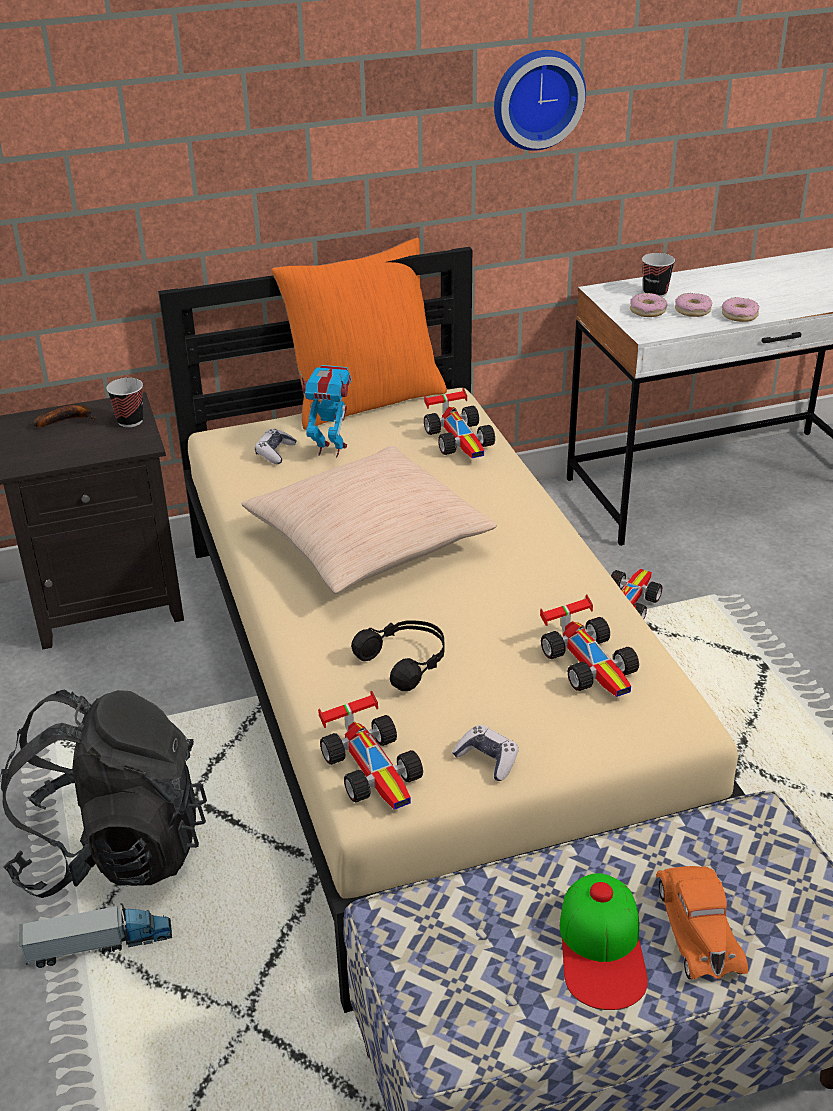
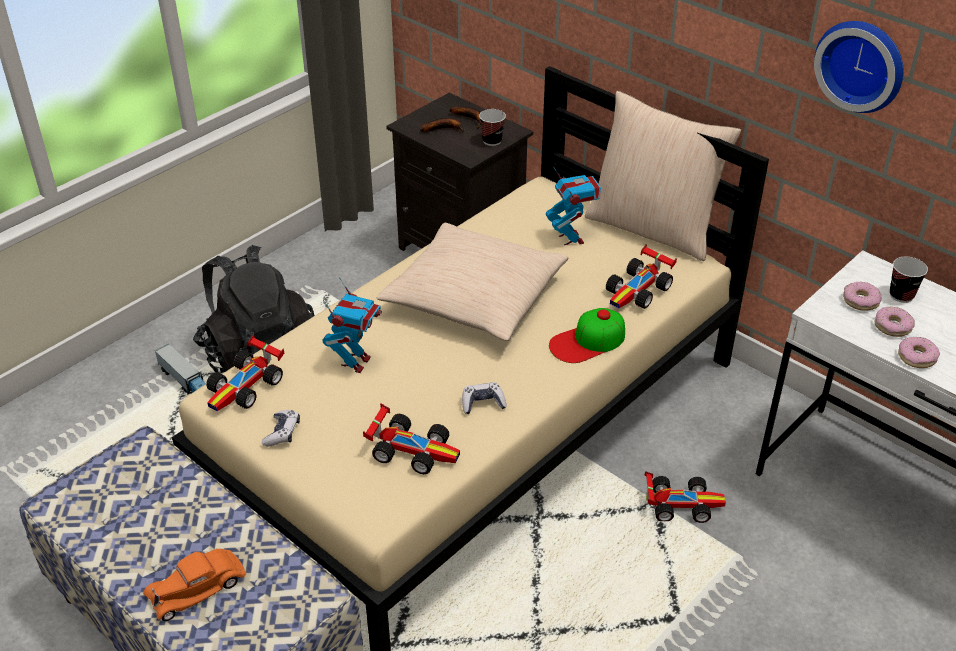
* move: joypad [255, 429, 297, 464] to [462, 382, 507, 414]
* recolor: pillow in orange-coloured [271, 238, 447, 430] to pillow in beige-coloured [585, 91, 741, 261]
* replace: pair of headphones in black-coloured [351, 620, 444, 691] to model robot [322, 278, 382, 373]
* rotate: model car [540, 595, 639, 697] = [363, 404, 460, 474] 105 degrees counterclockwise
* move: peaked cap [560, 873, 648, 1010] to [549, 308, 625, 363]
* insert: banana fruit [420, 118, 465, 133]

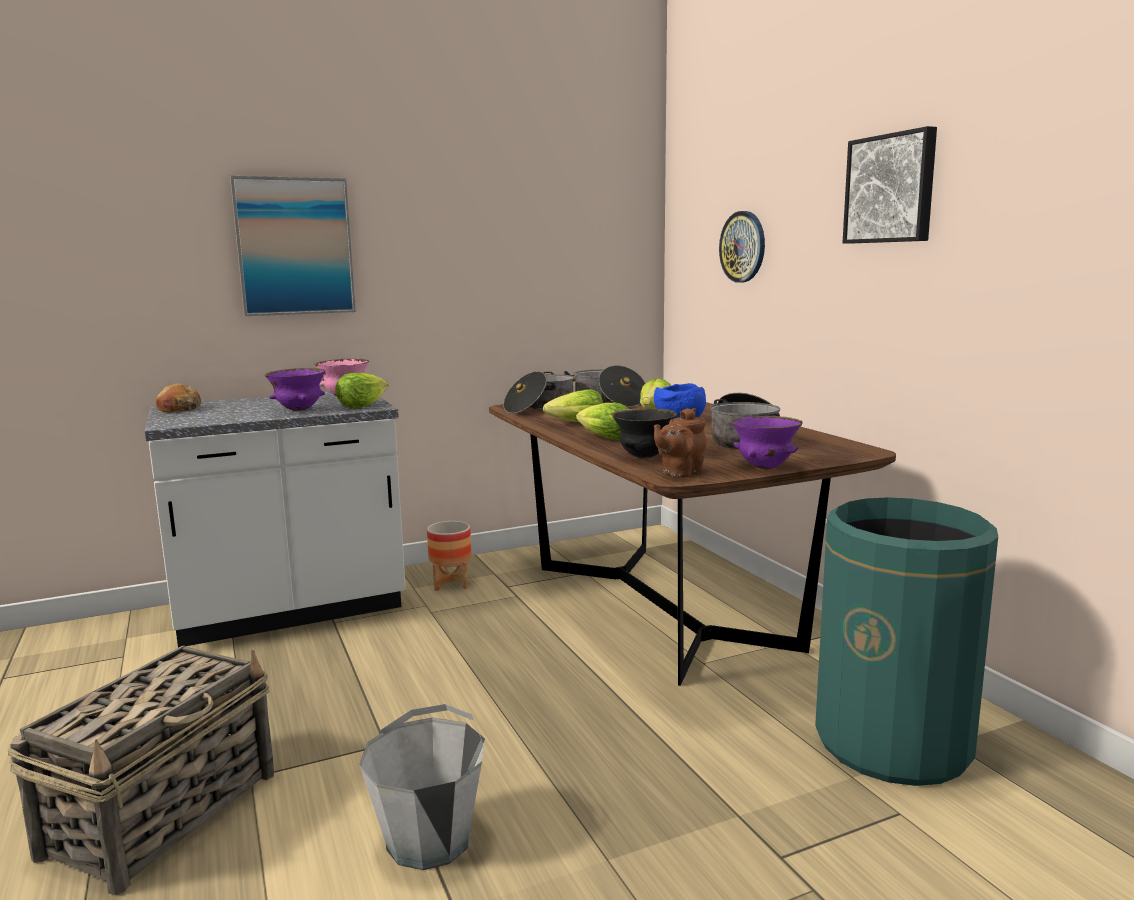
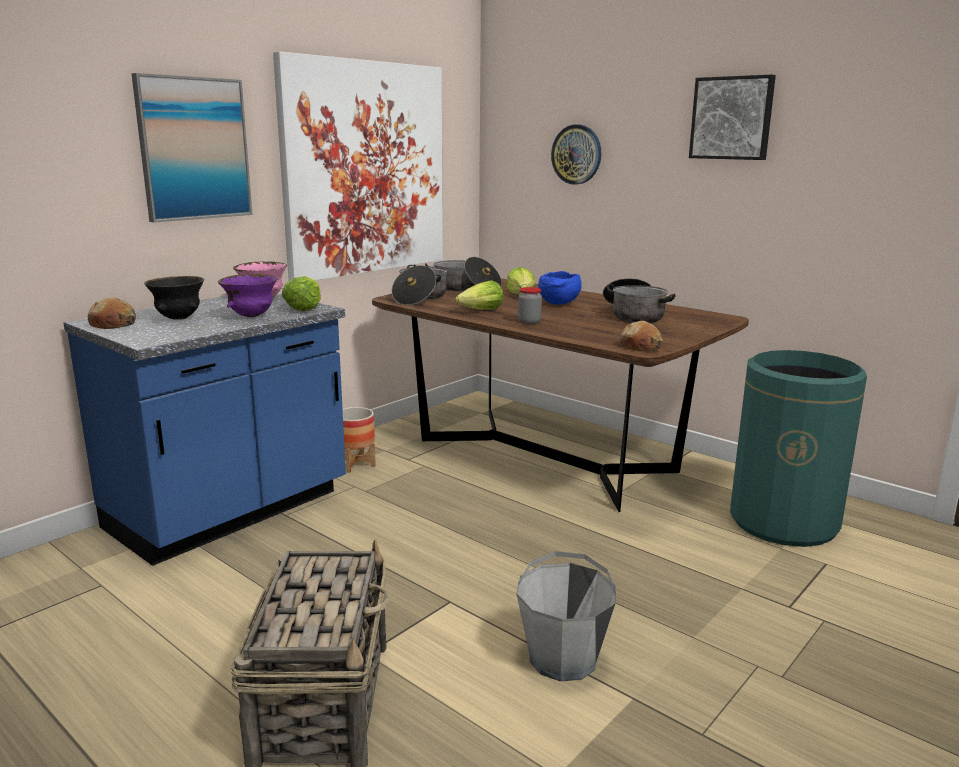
* recolor: kitchen counter in white [145, 392, 406, 648] to kitchen counter in blue [63, 294, 346, 566]
* replace: head of lettuce [576, 403, 629, 440] to storage jar [518, 287, 542, 324]
* move: deep dish in black-coloured [612, 408, 677, 459] to [144, 276, 204, 320]
* replace: pot for tea in brownish [654, 408, 707, 478] to baked bread [619, 321, 663, 351]
* delete: deep dish in purple-coloured [731, 416, 803, 469]
* insert: wall art [273, 51, 443, 281]

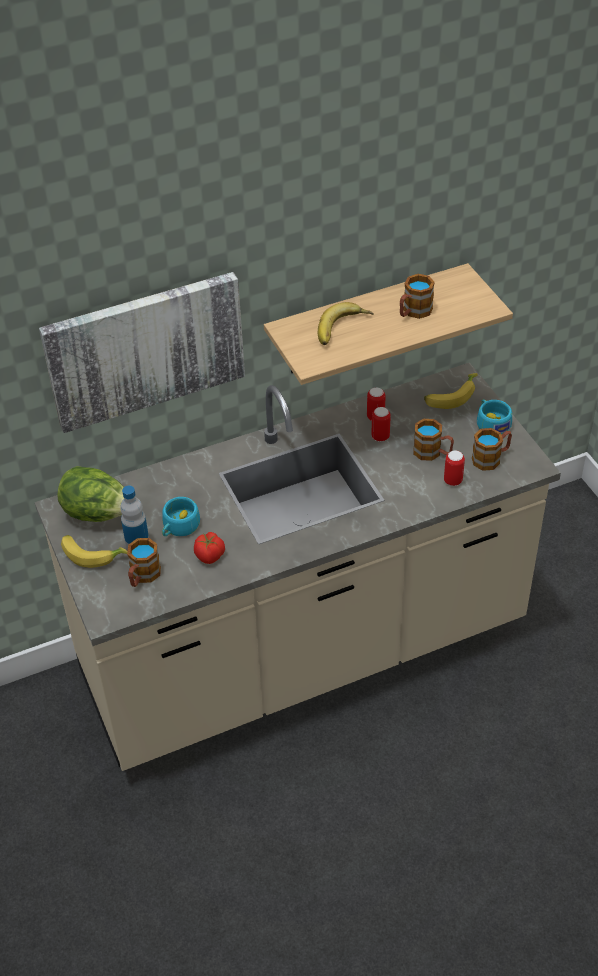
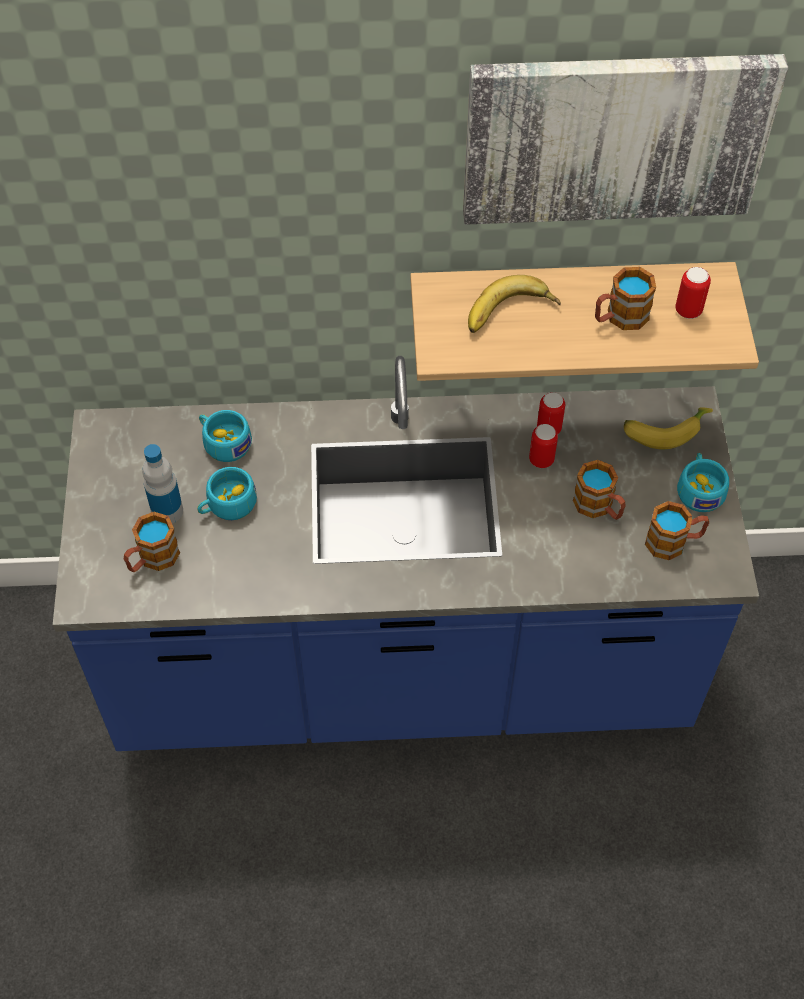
* recolor: kitchen counter in beige-coloured [35, 362, 561, 771] to kitchen counter in blue [53, 356, 759, 751]
* move: wall art [39, 272, 245, 433] to [463, 54, 789, 225]
* delete: head of lettuce [57, 466, 124, 522]
* delete: banana fruit [61, 535, 128, 568]
* delete: whole tomato [194, 532, 225, 564]
* move: sealed can [444, 450, 465, 486] to [675, 267, 711, 319]
* insert: small cup in blue-green [199, 410, 252, 462]

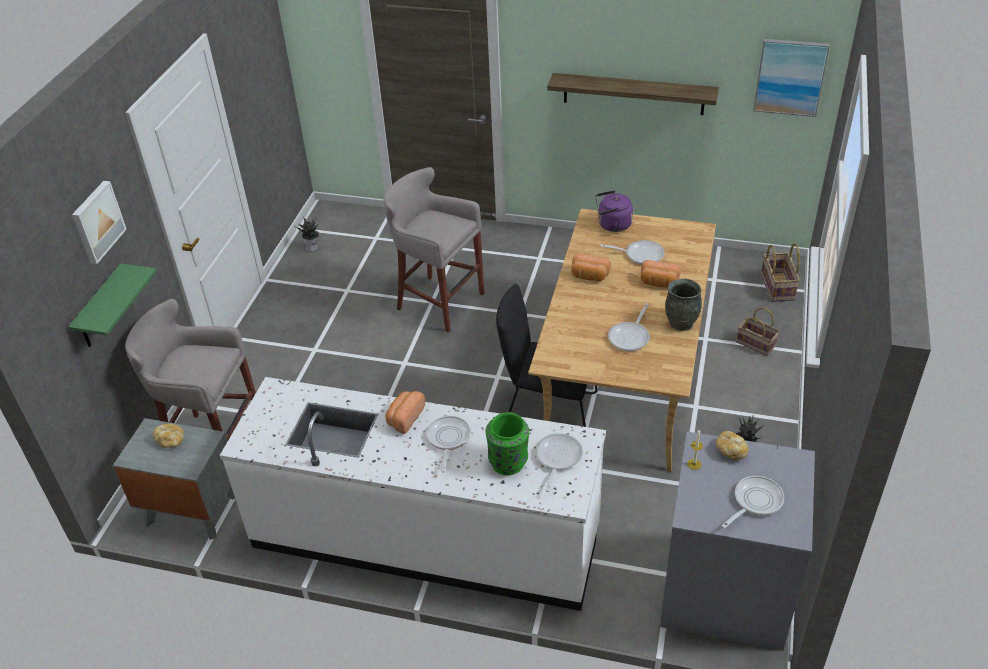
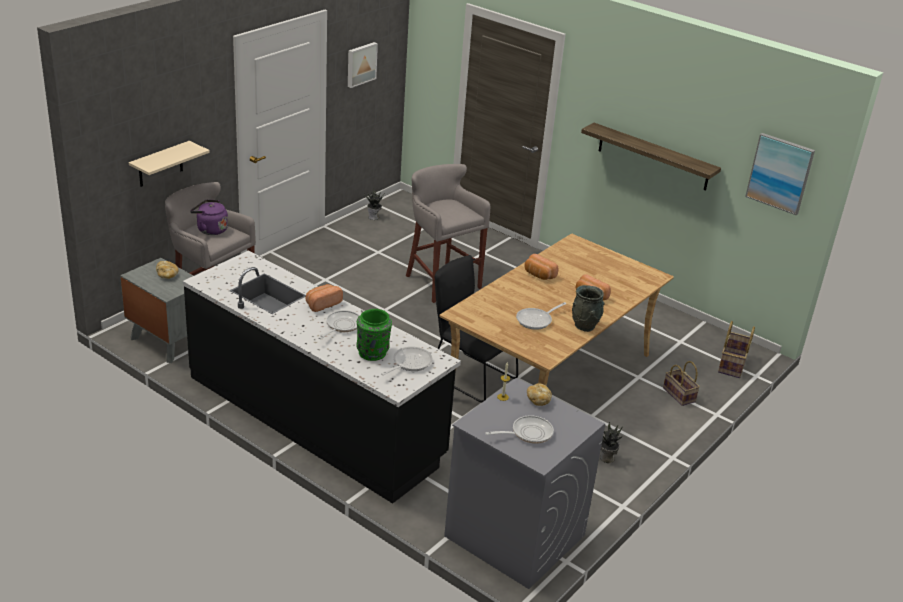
* recolor: bracket shelf in green-coloured [68, 263, 157, 347] to bracket shelf in beige-coloured [129, 141, 210, 187]
* move: wall art [72, 181, 127, 264] to [348, 42, 378, 88]
* recolor: kitchen counter in white [220, 377, 606, 611] to kitchen counter in black-coloured [183, 250, 461, 504]
* move: tea kettle in purple-coloured [595, 190, 633, 232] to [190, 200, 228, 235]
* delete: frying pan [601, 240, 664, 265]

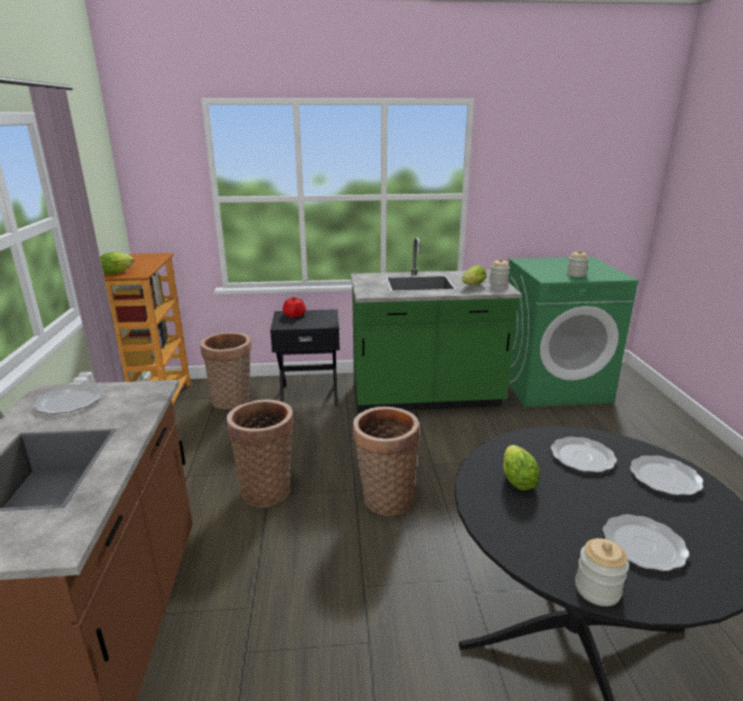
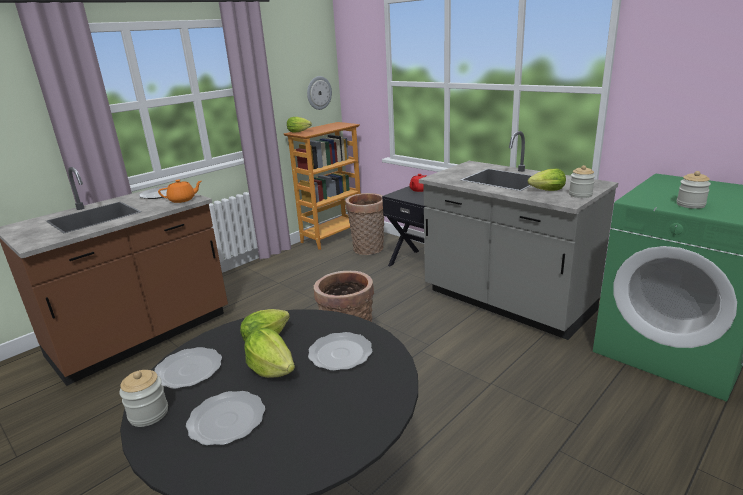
* delete: basket [227, 400, 294, 508]
* recolor: kitchen counter in green-coloured [351, 237, 522, 413] to kitchen counter in gray [419, 131, 618, 340]
* move: plate [630, 455, 703, 495] to [155, 347, 222, 389]
* insert: pot for tea in orange-coloured [158, 180, 202, 203]
* insert: head of lettuce [244, 328, 295, 378]
* insert: clock on the wall [307, 76, 332, 110]

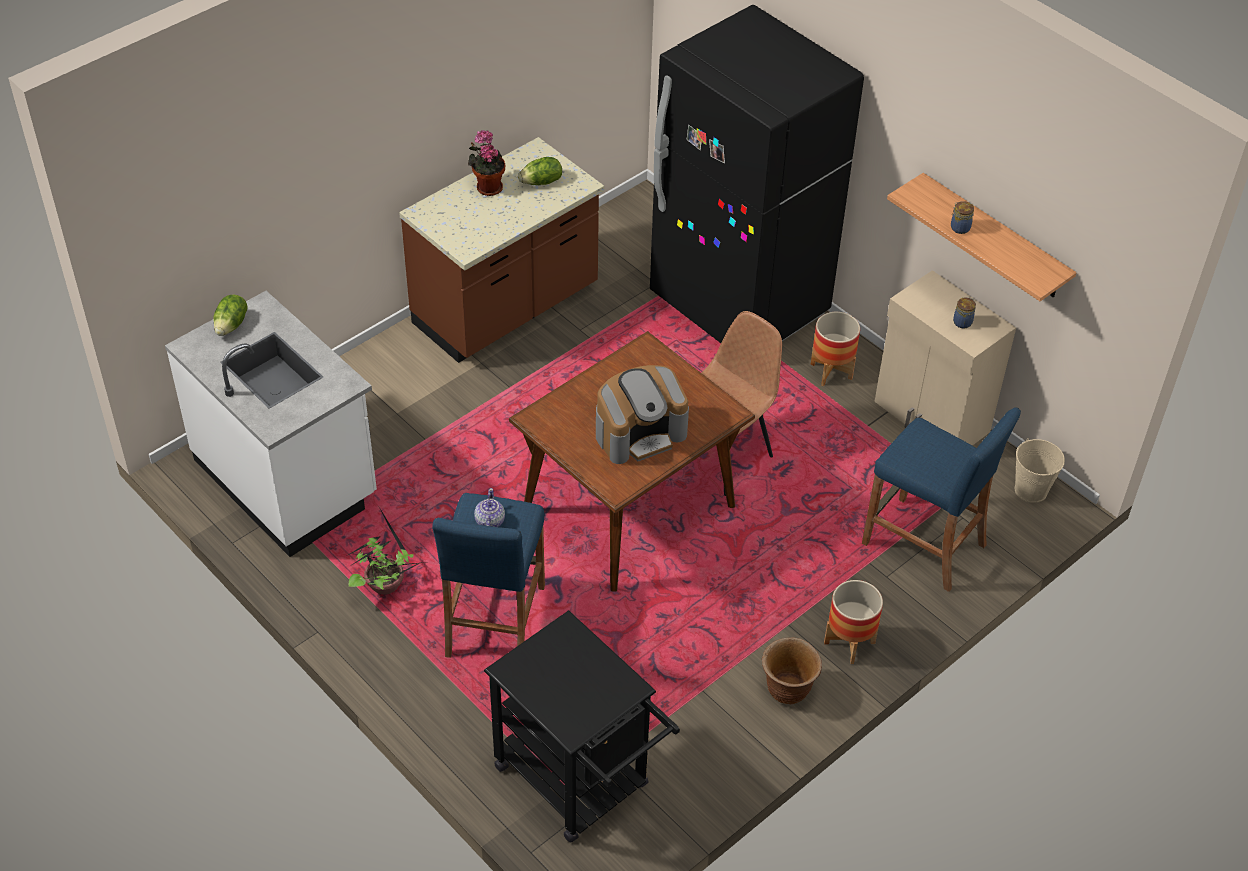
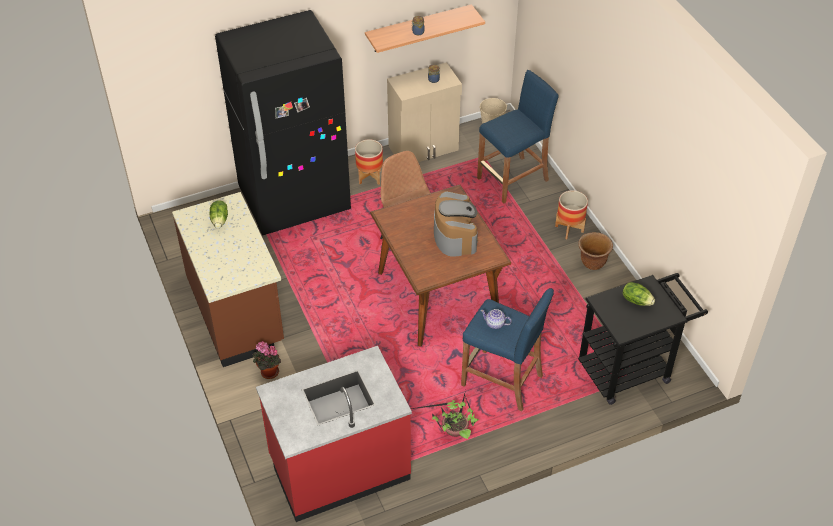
* recolor: kitchen counter in white [165, 291, 377, 557] to kitchen counter in red-coloured [256, 346, 412, 522]
* move: head of lettuce [213, 295, 248, 336] to [623, 282, 655, 306]
* move: plant in a pot [468, 130, 505, 196] to [253, 341, 281, 379]

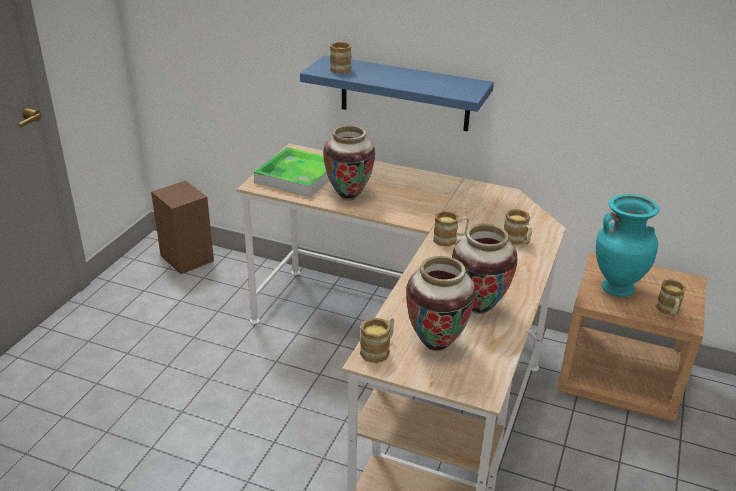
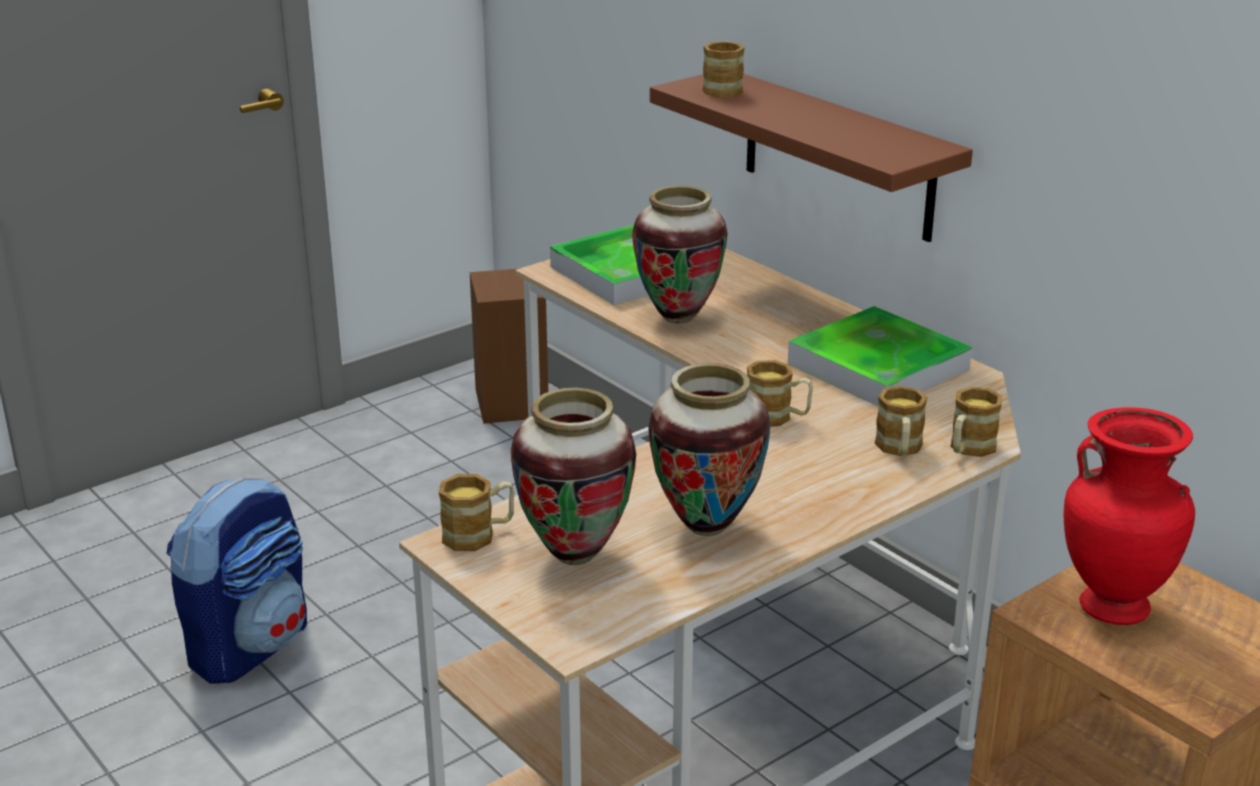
* recolor: bracket shelf in blue [300, 55, 494, 132] to bracket shelf in brownish [650, 74, 973, 242]
* recolor: flower vase in blue-green [596, 194, 659, 297] to flower vase in red-coloured [1064, 407, 1195, 625]
* move: tea mug [656, 279, 686, 316] to [951, 387, 1002, 457]
* insert: backpack [166, 477, 307, 684]
* insert: serving tray [788, 306, 972, 407]

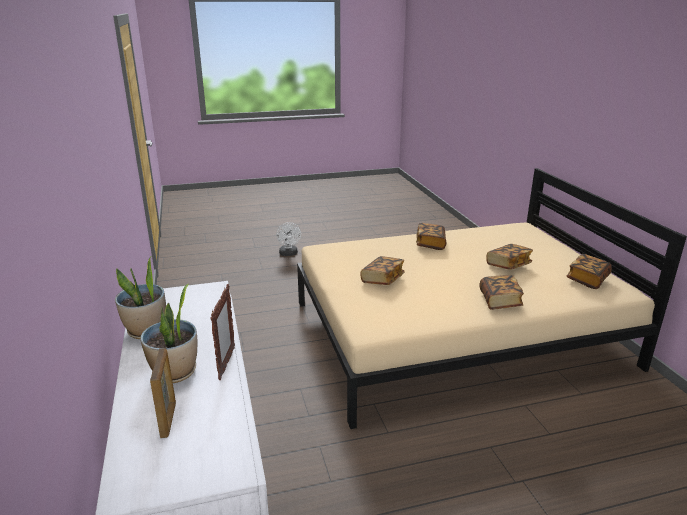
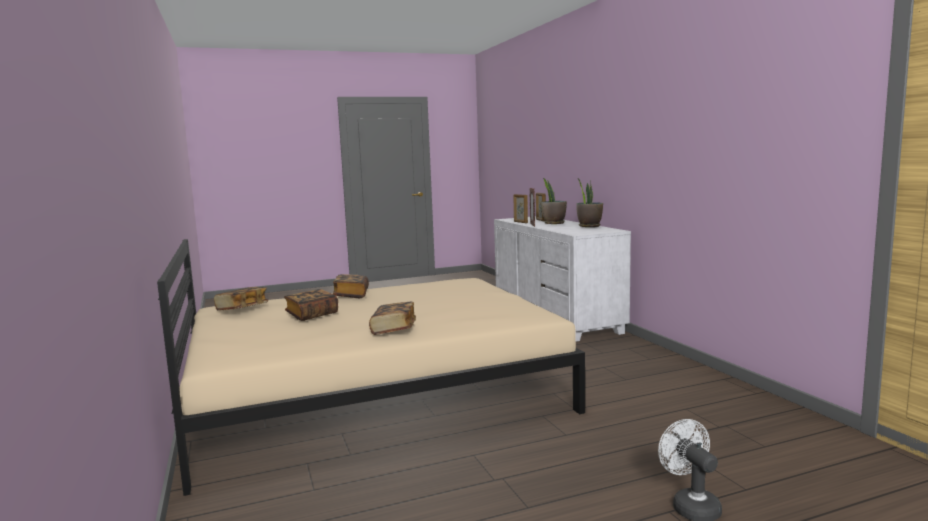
* delete: book [361, 256, 405, 285]
* insert: photo frame [514, 194, 528, 223]

